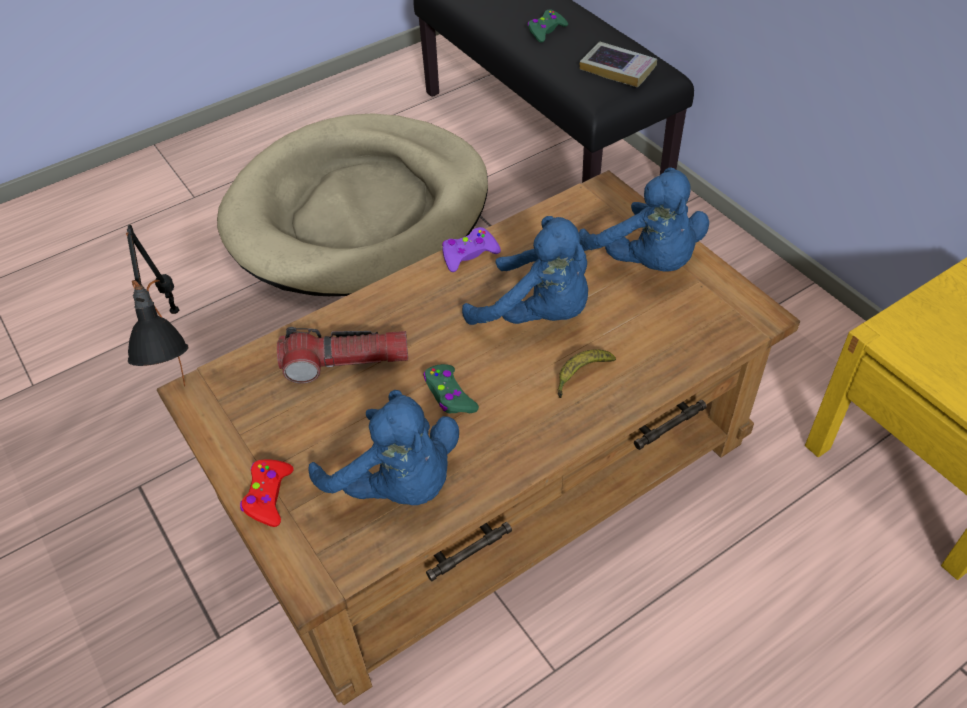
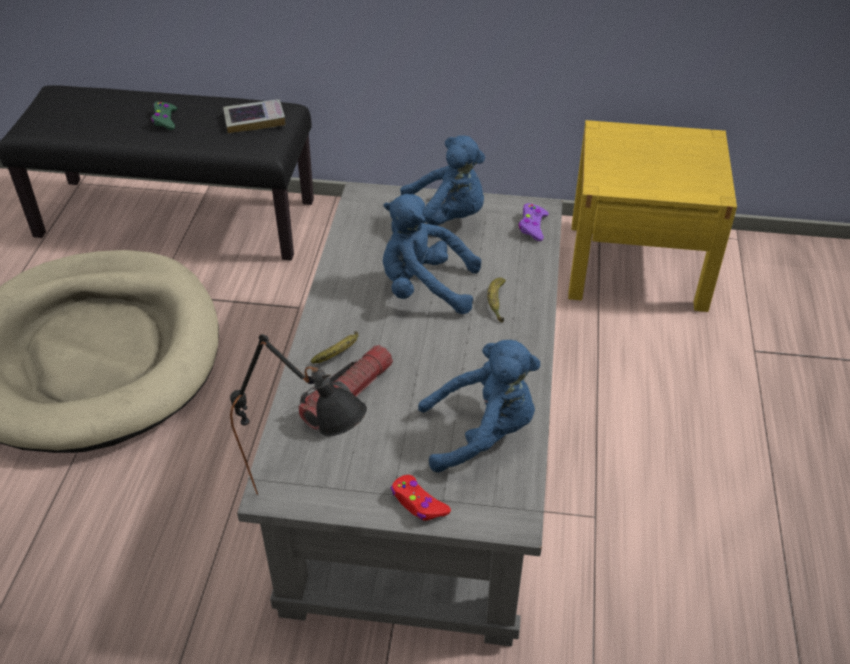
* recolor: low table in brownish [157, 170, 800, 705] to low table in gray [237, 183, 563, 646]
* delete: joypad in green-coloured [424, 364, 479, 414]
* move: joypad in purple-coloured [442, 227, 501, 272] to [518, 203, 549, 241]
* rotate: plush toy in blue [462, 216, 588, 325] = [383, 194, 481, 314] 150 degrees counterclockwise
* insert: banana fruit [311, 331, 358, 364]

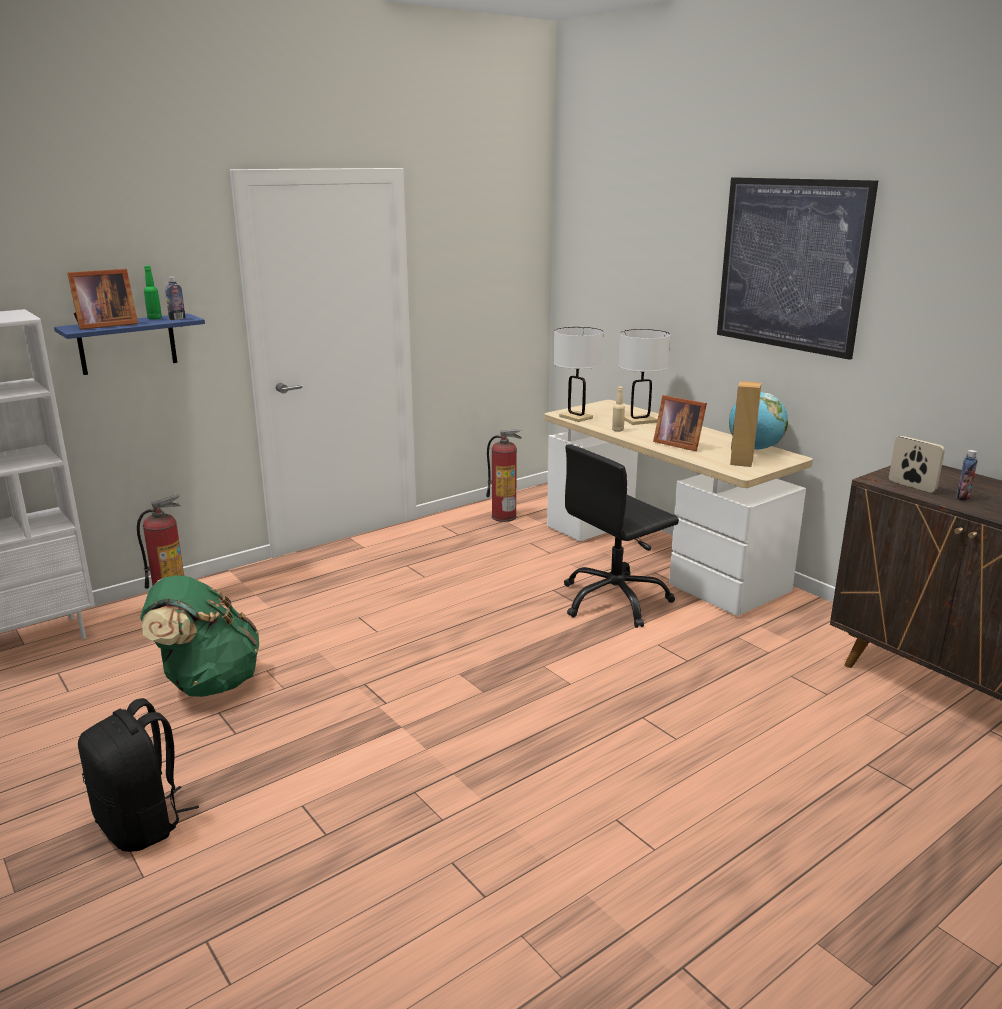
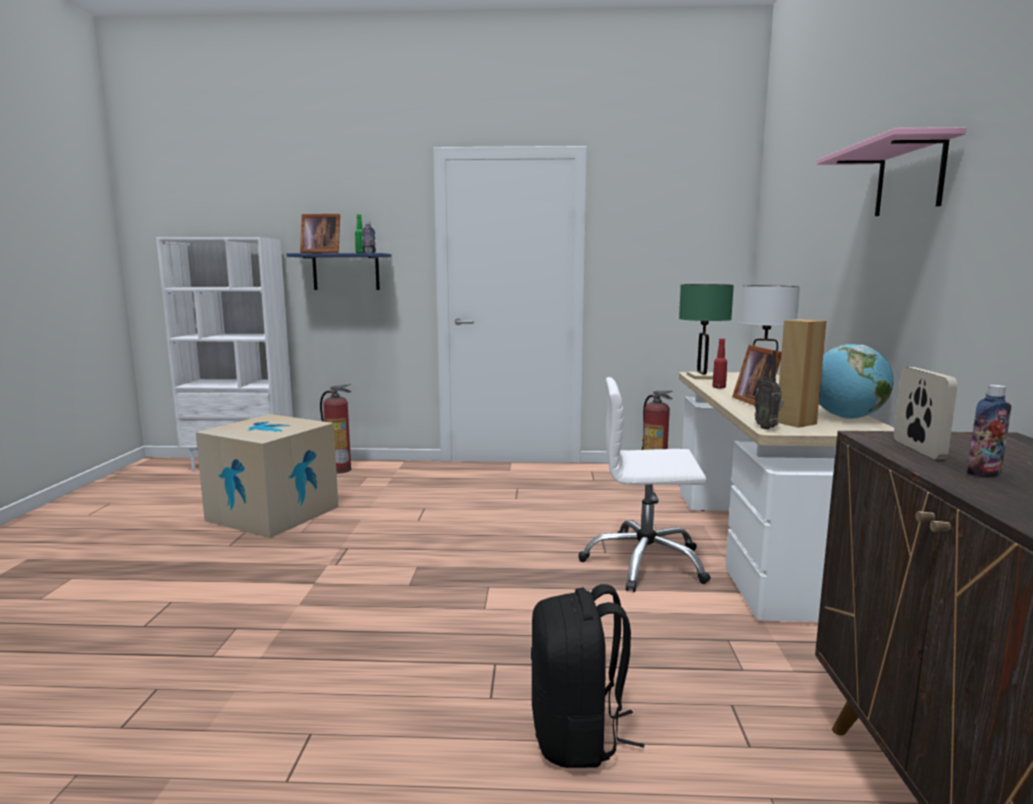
* move: backpack in black-coloured [78, 698, 199, 852] to [531, 584, 644, 768]
* replace: backpack in green-coloured [140, 575, 259, 697] to carton [196, 414, 338, 538]
* recolor: lamp for a table in white [553, 327, 603, 422] to lamp for a table in green-coloured [679, 284, 734, 379]
* recolor: office chair in black-coloured [564, 444, 679, 628] to office chair in white [578, 377, 711, 592]
* recolor: drink bottle in beige-coloured [612, 386, 625, 432] to drink bottle in red-coloured [712, 338, 727, 388]
* replace: wall art [717, 177, 878, 360] to bracket shelf in pink [817, 127, 966, 216]
* insert: radio receiver [755, 350, 784, 429]

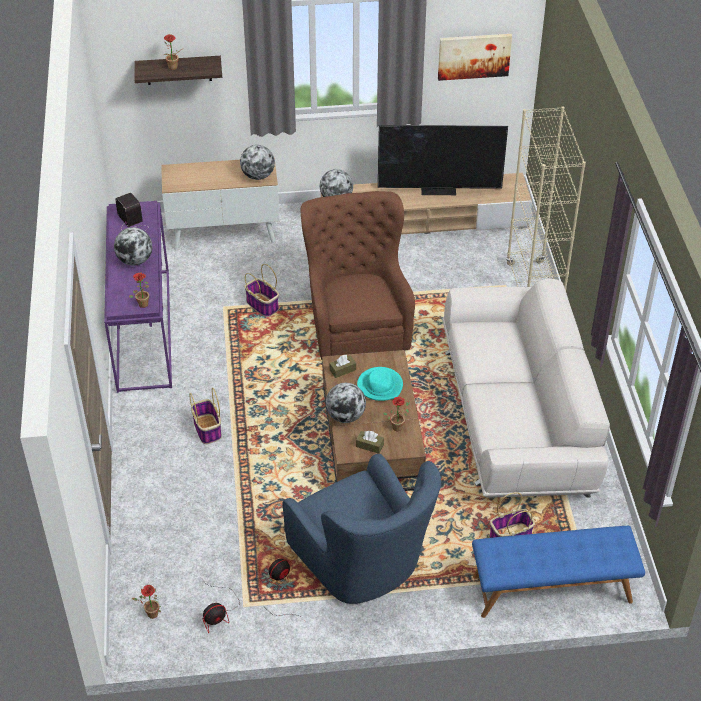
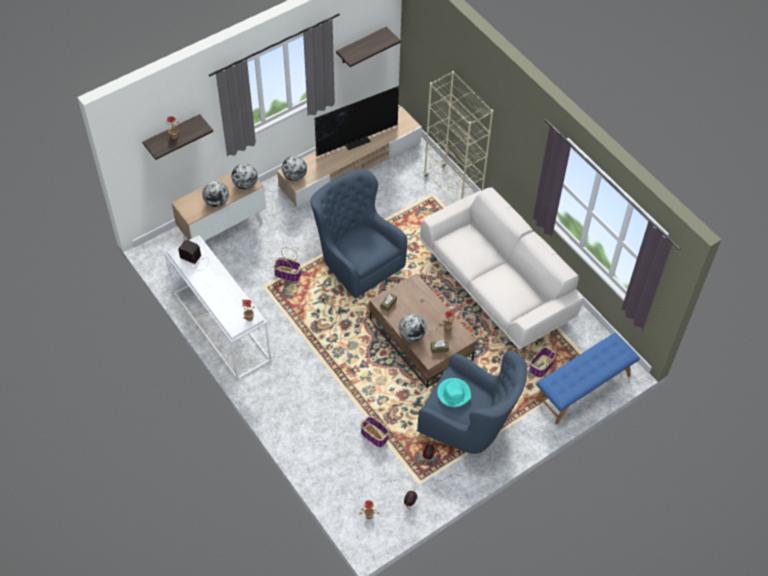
* recolor: console table in purple-coloured [104, 201, 172, 393] to console table in white [165, 235, 272, 380]
* move: world globe [114, 227, 152, 266] to [202, 181, 229, 207]
* move: basket [189, 388, 222, 444] to [360, 409, 389, 448]
* recolor: lounge chair in brownish [300, 191, 415, 360] to lounge chair in blue [310, 169, 407, 298]
* move: clothing hat in blue-green [357, 367, 403, 401] to [437, 378, 471, 407]
* replace: wall art [438, 34, 512, 81] to bracket shelf [336, 27, 401, 67]

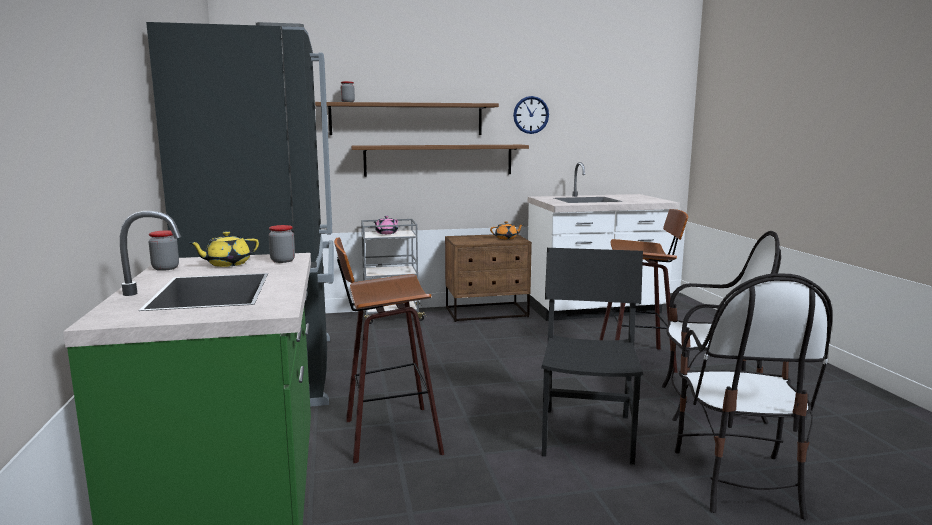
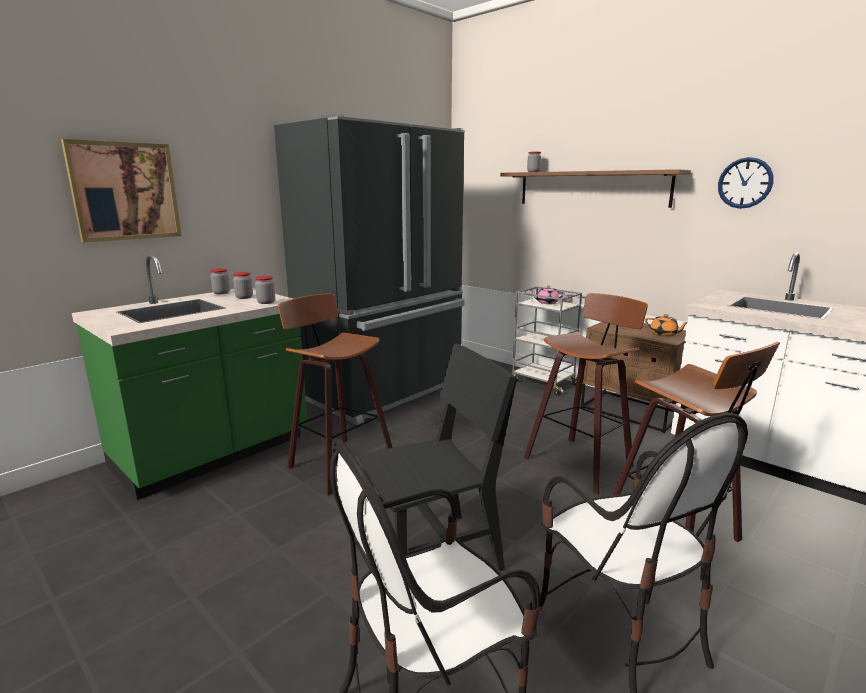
* replace: pot for tea in yellowish [189, 231, 259, 267] to storage jar [233, 272, 253, 299]
* delete: bracket shelf in brownish [351, 145, 529, 177]
* insert: wall art [61, 139, 182, 243]
* insert: sitting stool [524, 293, 648, 495]

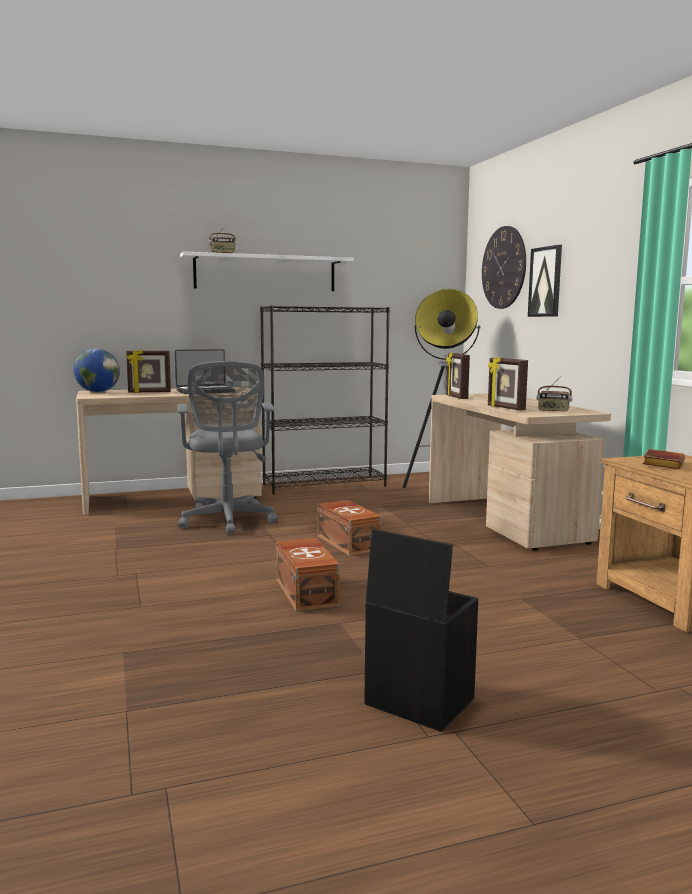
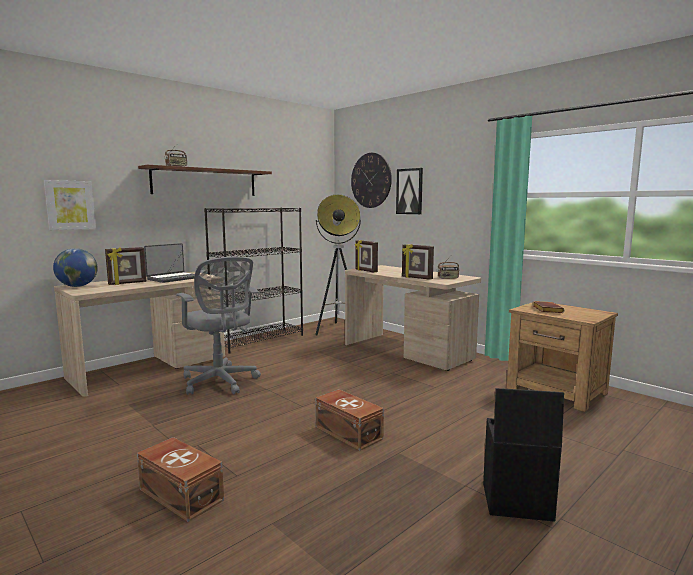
* recolor: bracket shelf in white [180, 251, 354, 291] to bracket shelf in brownish [138, 165, 272, 196]
* move: storage bin in brownish [318, 500, 382, 556] to [137, 437, 224, 522]
* insert: wall art [44, 180, 96, 230]

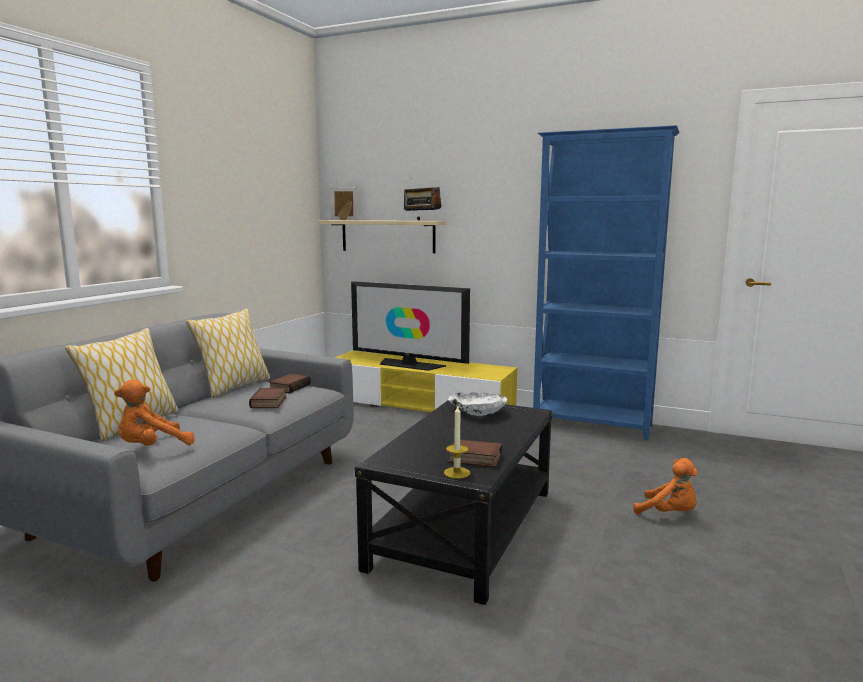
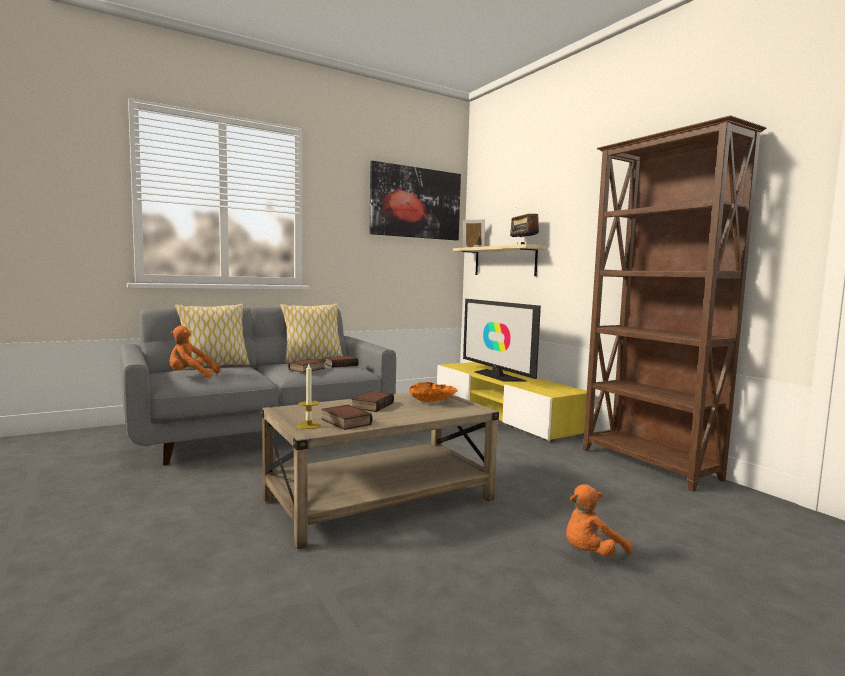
* recolor: low table in black-coloured [355, 400, 553, 605] to low table in beige-coloured [261, 393, 499, 549]
* recolor: deep dish in white [448, 392, 507, 416] to deep dish in orange-coloured [409, 382, 457, 402]
* recolor: bookshelf in blue [533, 125, 679, 440] to bookshelf in brownish [583, 115, 767, 492]
* rotate: plush toy in orange-coloured [633, 458, 698, 514] = [566, 484, 632, 557] 75 degrees clockwise
* insert: book [351, 391, 394, 412]
* insert: wall art [369, 161, 461, 240]

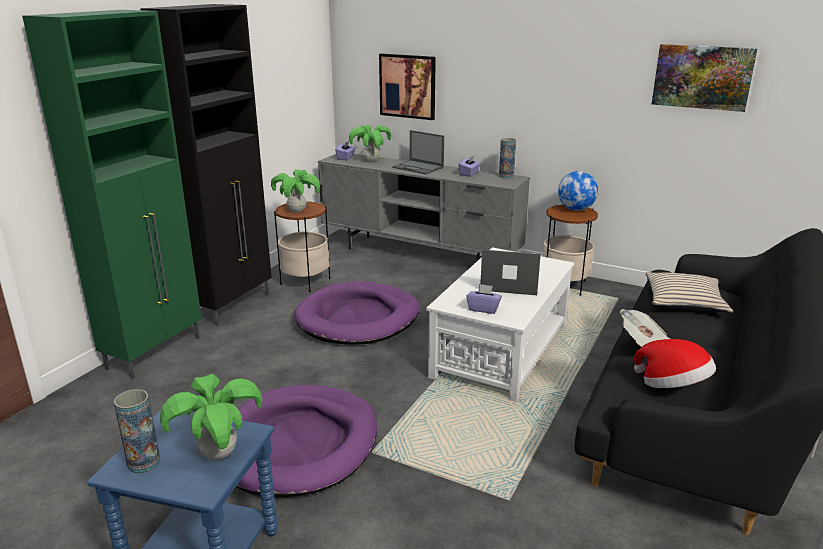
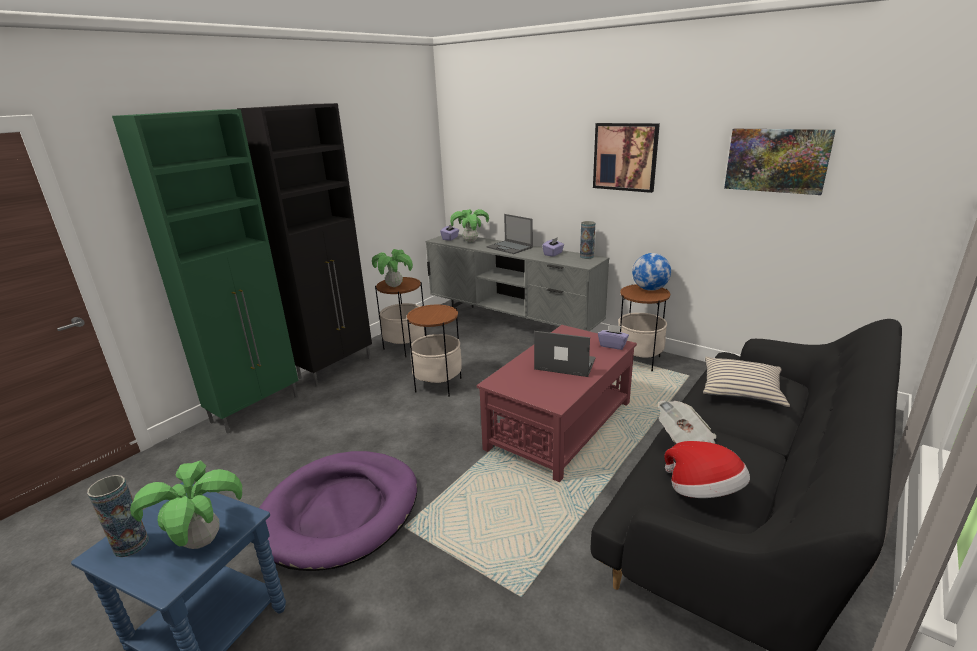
* replace: pet bed in purple-coloured [294, 281, 419, 345] to accent table [407, 305, 462, 397]
* move: wall art [379, 53, 436, 120] to [593, 123, 660, 193]
* recolor: low table in white [426, 247, 575, 402] to low table in red-coloured [477, 325, 637, 482]
* move: box of tissues in purple-coloured [466, 284, 502, 314] to [598, 324, 629, 350]

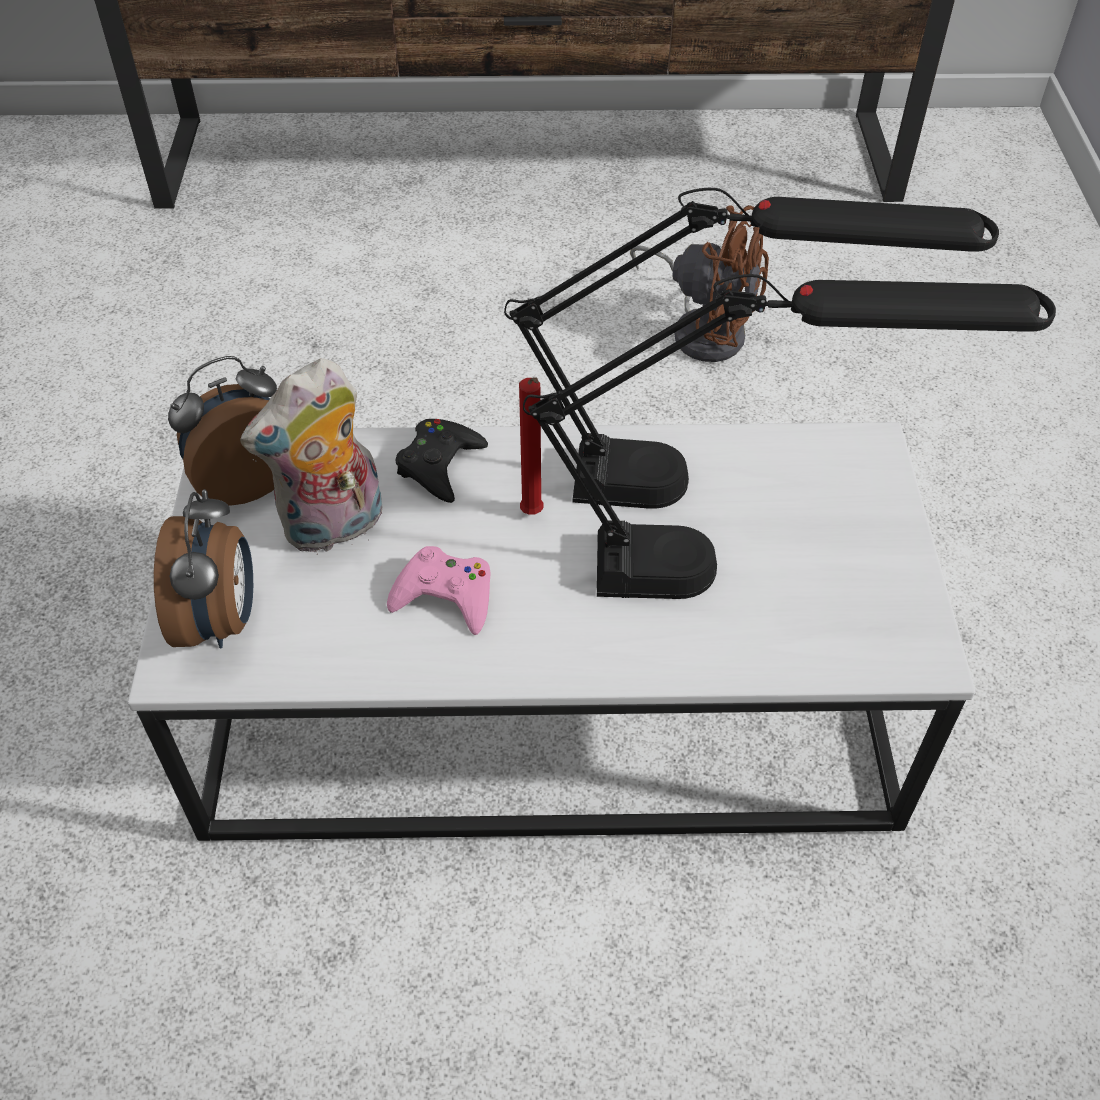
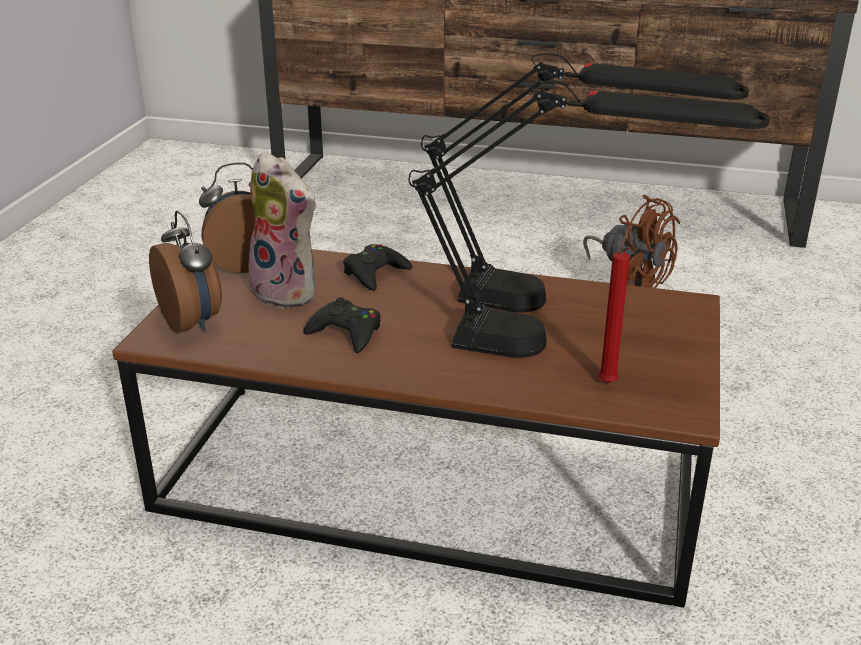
* recolor: low table in white [127, 422, 976, 841] to low table in brownish [112, 249, 720, 608]
* rotate: bedside clock [154, 489, 253, 649] = [149, 210, 222, 333] 45 degrees counterclockwise
* rotate: plush toy [240, 358, 382, 555] = [248, 151, 317, 309] 120 degrees counterclockwise
* recolor: joypad in pink [387, 546, 491, 635] to joypad in black-coloured [304, 297, 380, 353]
* move: wax light in red-coloured [519, 377, 544, 515] to [599, 247, 630, 383]

